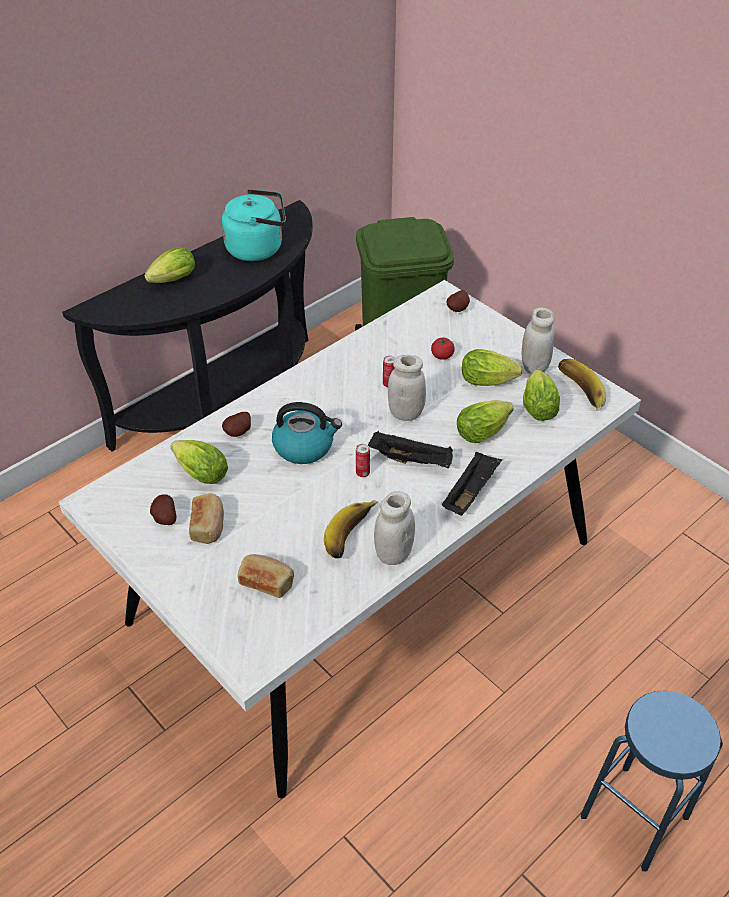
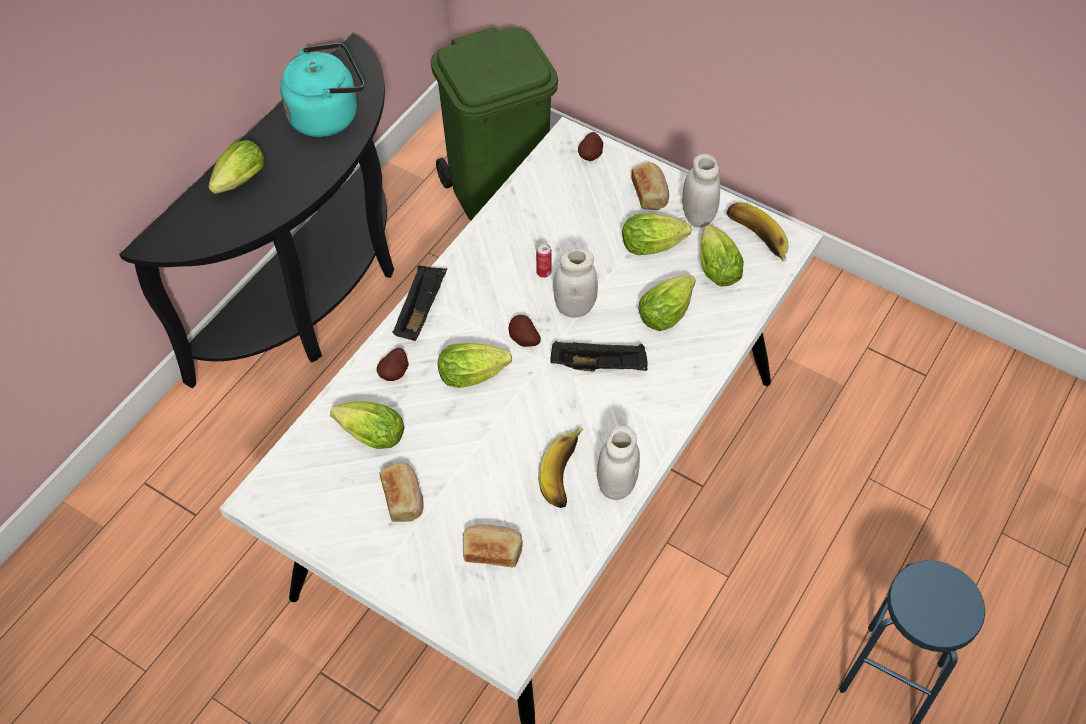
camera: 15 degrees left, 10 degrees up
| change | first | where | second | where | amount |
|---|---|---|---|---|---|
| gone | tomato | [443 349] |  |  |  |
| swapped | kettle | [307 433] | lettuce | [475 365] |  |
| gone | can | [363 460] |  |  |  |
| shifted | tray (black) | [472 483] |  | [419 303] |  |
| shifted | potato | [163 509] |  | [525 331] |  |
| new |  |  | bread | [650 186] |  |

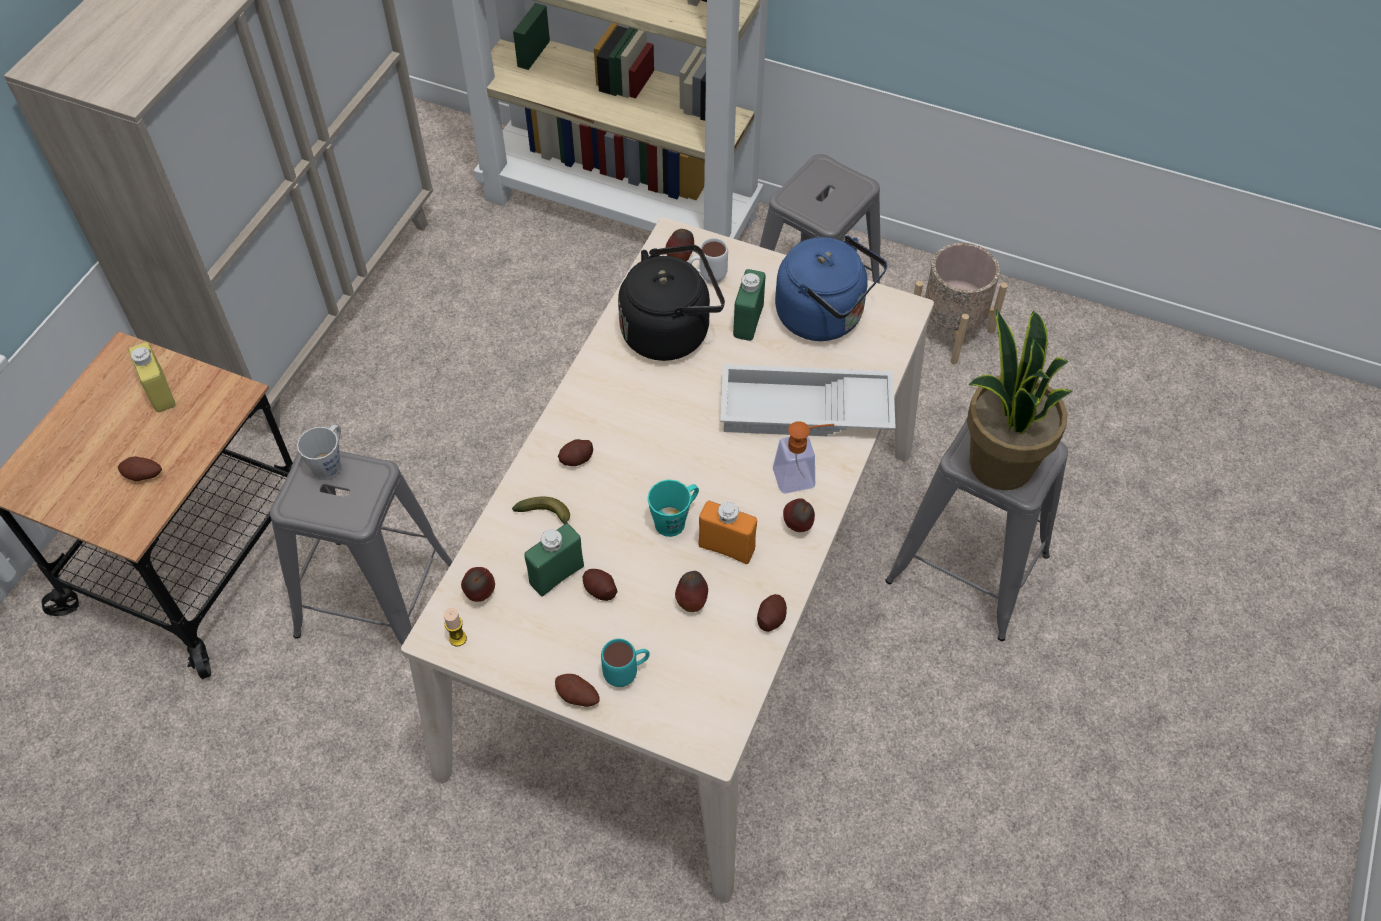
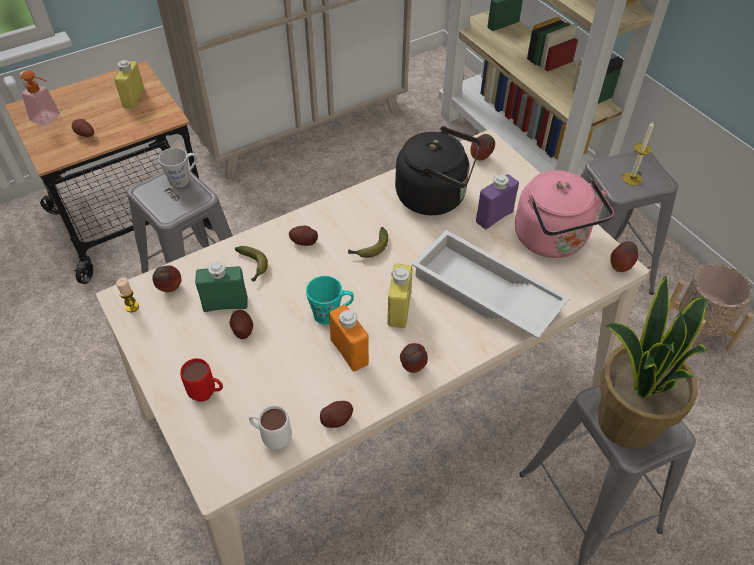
camera: 35 degrees right, 5 degrees down
| change | first | where | second | where | amount |
|---|---|---|---|---|---|
| repainted | kettle (blue) | [831 288] | kettle (pink) | [564 214] |  |
| shifted | mug (white) | [708 261] |  | [270 427] |  |
| repainted | bottle (green) | [749 305] | bottle (purple) | [497 201] |  |
| shifted | soap dispenser | [804 457] |  | [40 98] |  |
| shifted | apple | [691 591] |  | [624 256] |  |
| repainted | mug (turquoise) | [625 663] | mug (red) | [201 380] |  |
| gone | potato | [577 690] |  |  |  |
| new |  |  | candle | [638 154] |  |
| new |  |  | banana | [368 242] |  |
| new |  |  | bottle (yellow) | [400 296] |  |

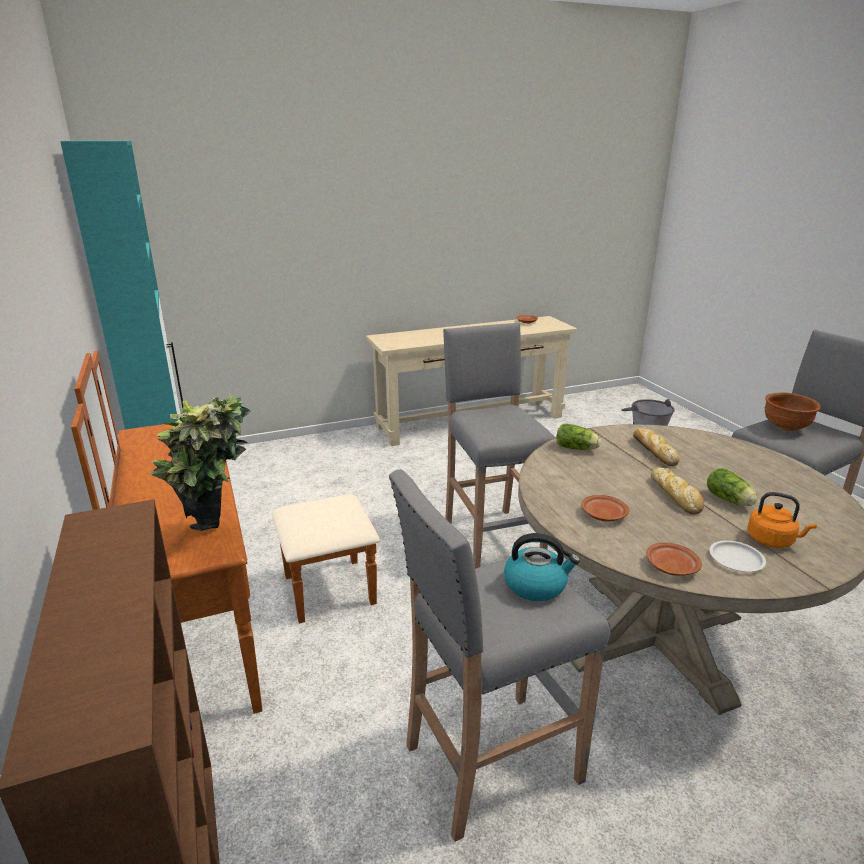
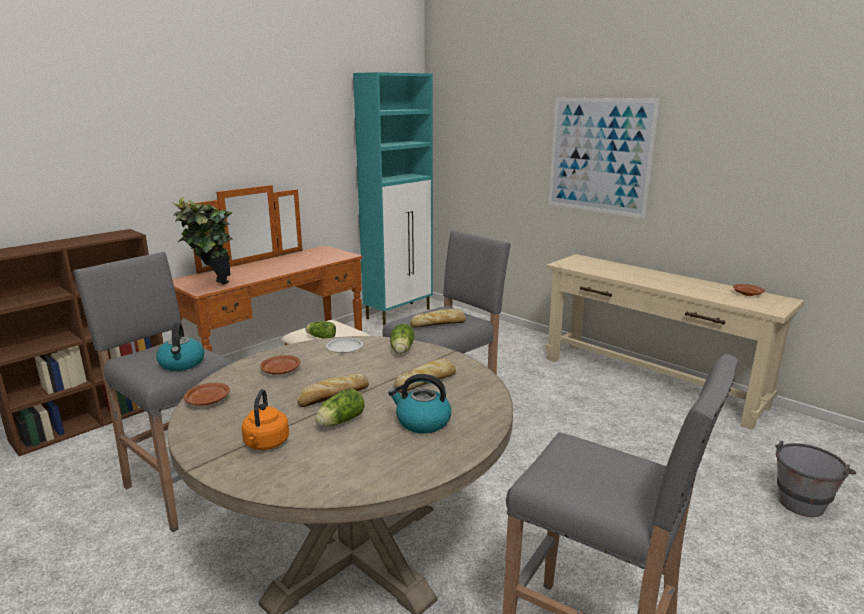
camera: 65 degrees right, 5 degrees down
| change | first | where | second | where | amount |
|---|---|---|---|---|---|
| gone | bowl (brown) | [793 411] |  |  |  |
| shifted | plate (white) | [738 555] |  | [344 345] |  |
| new |  |  | picture | [604 158] |  |
| new |  |  | bread | [438 318] |  |
| new |  |  | lettuce | [320 330] |  |
| new |  |  | kettle | [419 404] |  |

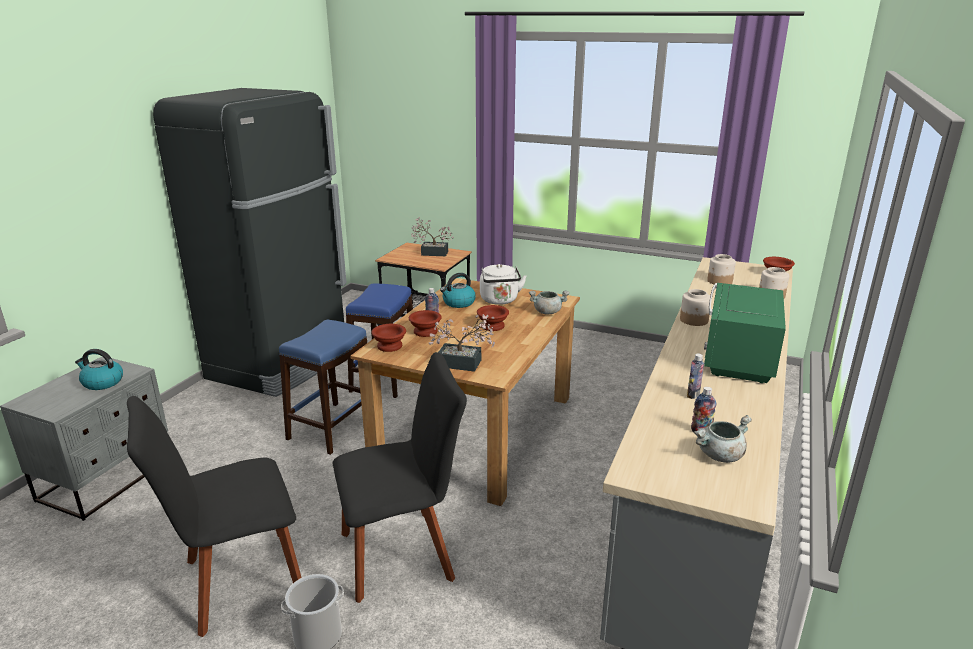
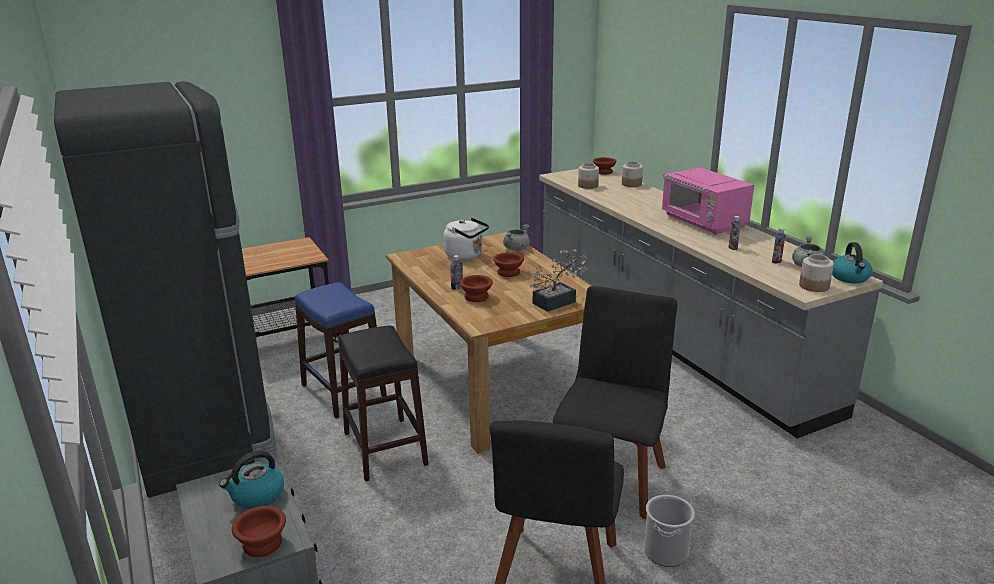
camera: 50 degrees left, 0 degrees up
| change | first | where | second | where | amount |
|---|---|---|---|---|---|
| gone | potted plant | [432 236] |  |  |  |
| shifted | kettle | [458 290] |  | [852 262] |  |
| repainted | microwave (green) | [745 333] | microwave (pink) | [708 201] |  |
| shifted | jar | [696 307] |  | [816 273] |  |
| repainted | stool (blue) | [323 387] | stool (black) | [383 404] |  |
| shifted | bowl (brown) | [389 338] |  | [259 531] |  |

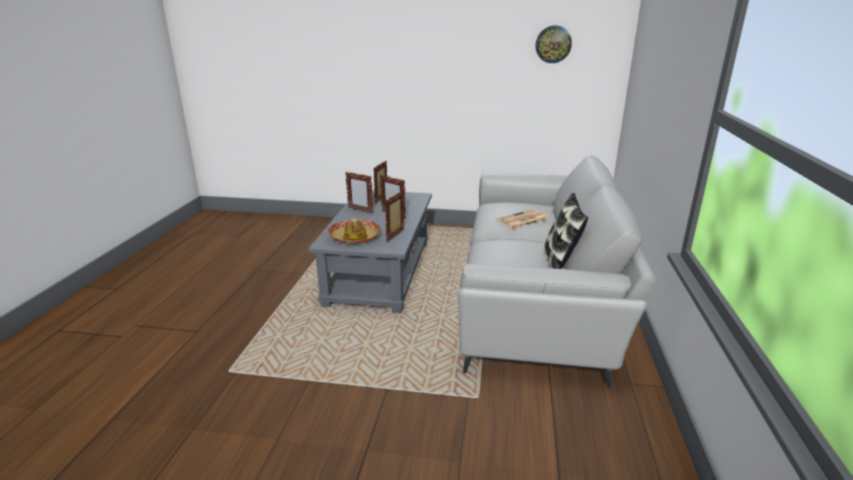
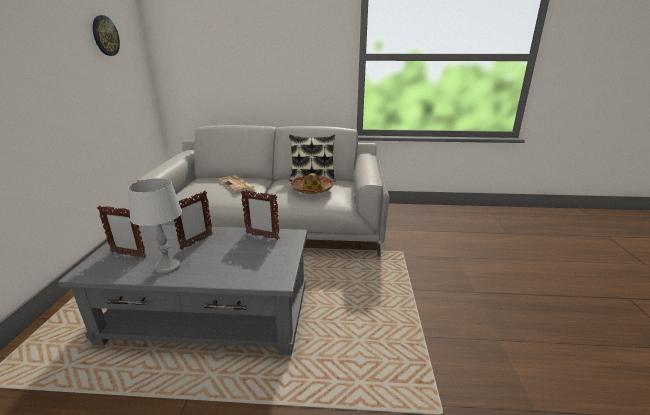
camera: 95 degrees left, 0 degrees up
| change | first | where | second | where | amount |
|---|---|---|---|---|---|
| swapped | picture frame | [359 193] | table lamp (grey) | [155 226] |  |
| shifted | hat | [354 231] |  | [312 183] |  |

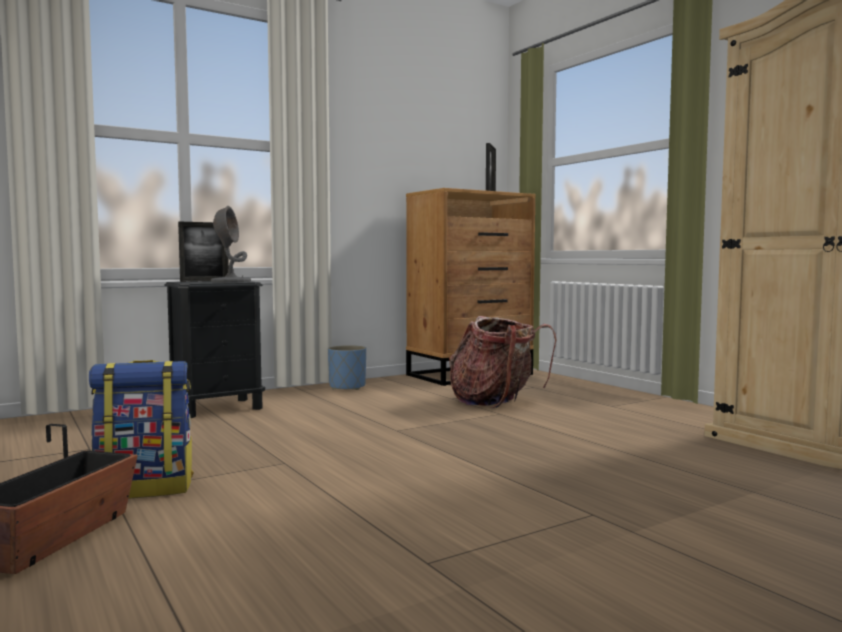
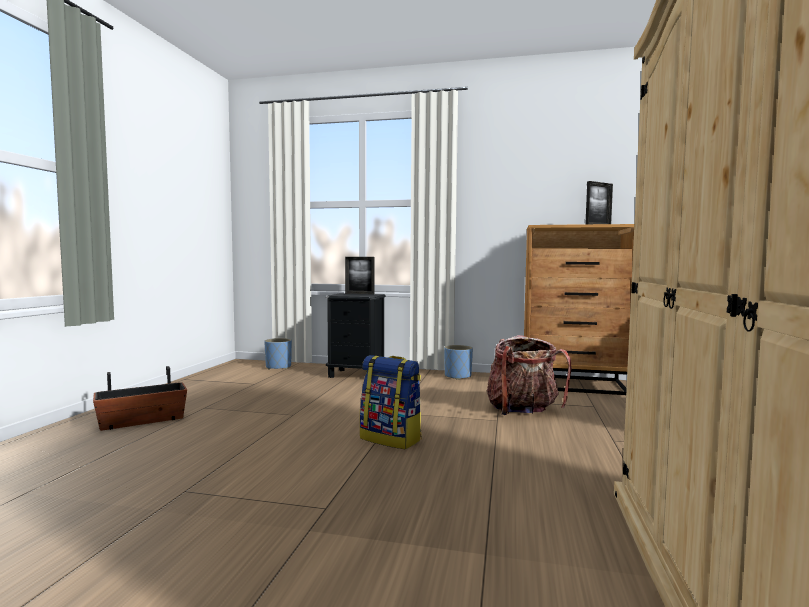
camera: 45 degrees right, 0 degrees up
| change | first | where | second | where | amount |
|---|---|---|---|---|---|
| gone | table lamp (grey) | [231 244] |  |  |  |
| shifted | backpack | [141 429] |  | [391 402] |  |
| new |  |  | planter (blue) | [278 354] |  |

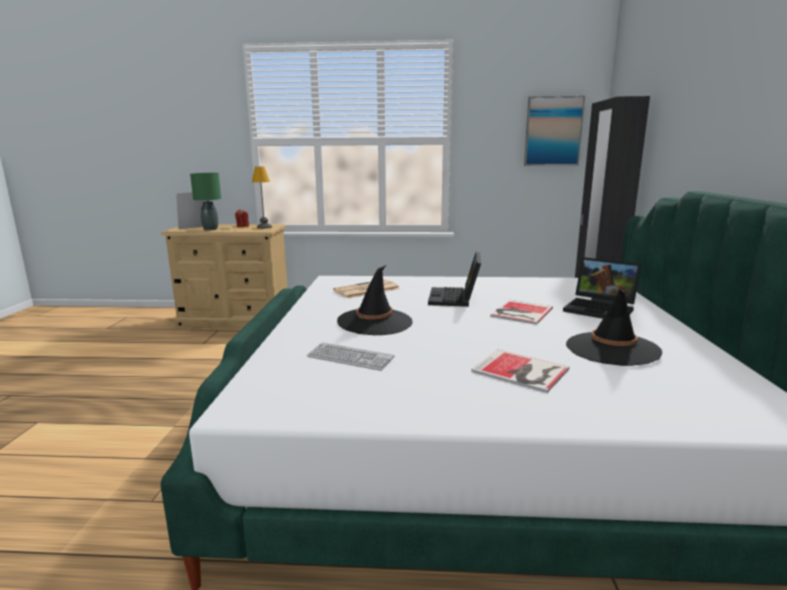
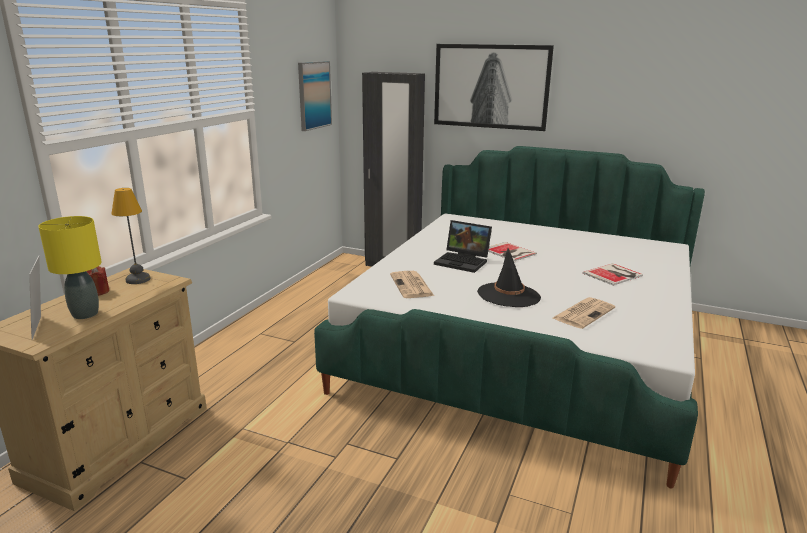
camera: 70 degrees left, 5 degrees up
| change | first | where | second | where | amount |
|---|---|---|---|---|---|
| repainted | table lamp (green) | [205 201] | table lamp (yellow) | [70 267] |  |
| gone | laptop | [602 288] |  |  |  |
| gone | hat (black) | [614 328] |  |  |  |
| swapped | keyboard | [350 356] | newspaper | [584 313] |  |
| new |  |  | picture | [494 87] |  |

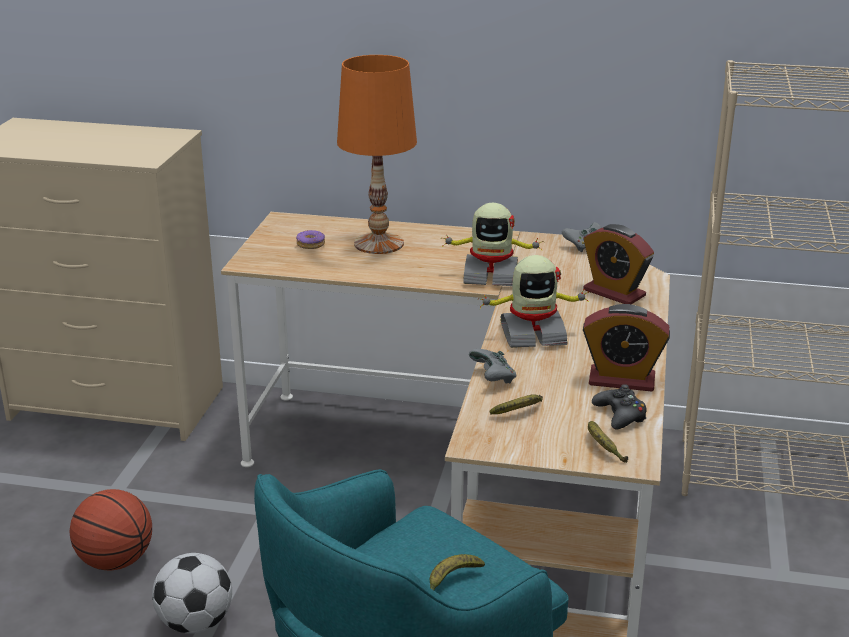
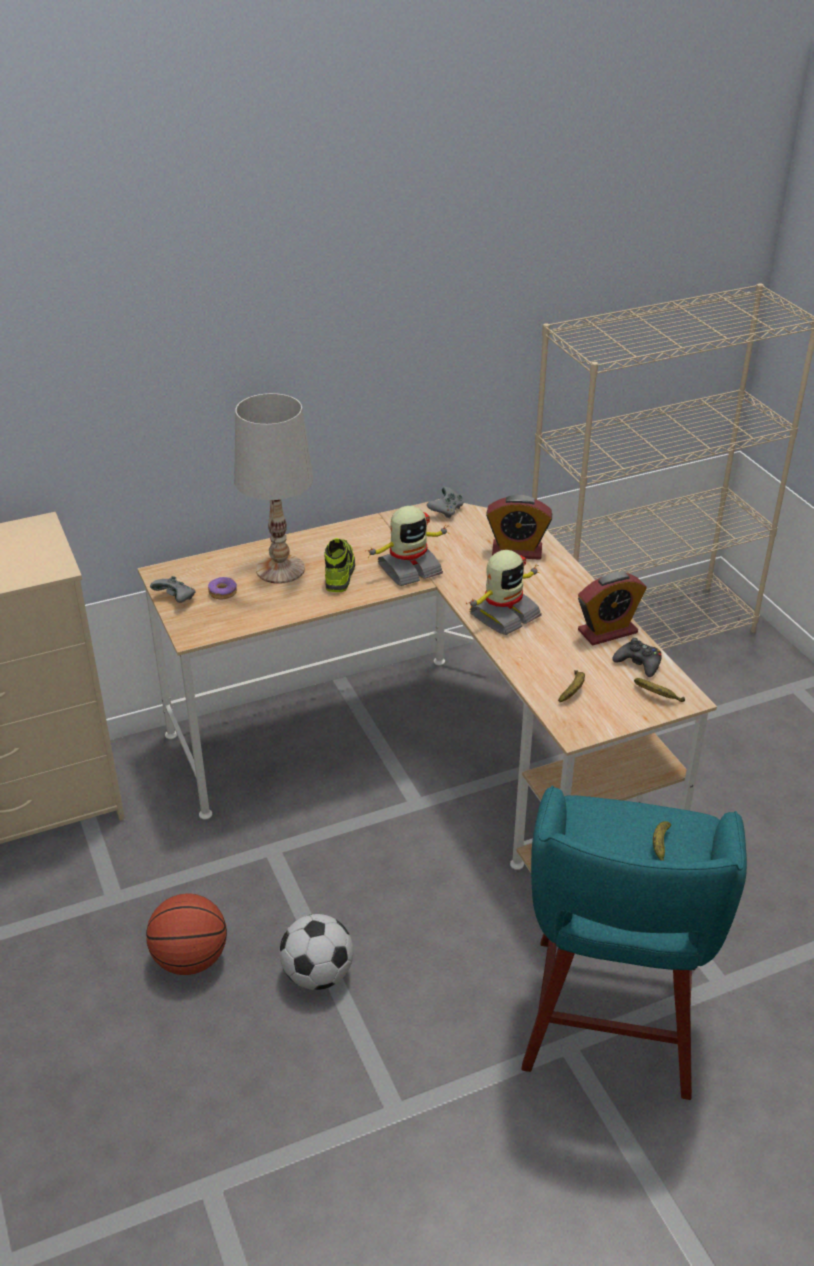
camera: 35 degrees left, 10 degrees up
| change | first | where | second | where | amount |
|---|---|---|---|---|---|
| repainted | table lamp (orange) | [377 154] | table lamp (white) | [273 488] |  |
| shifted | game controller (grey) | [492 366] |  | [173 589] |  |
| new |  |  | shoe | [339 565] |  |

